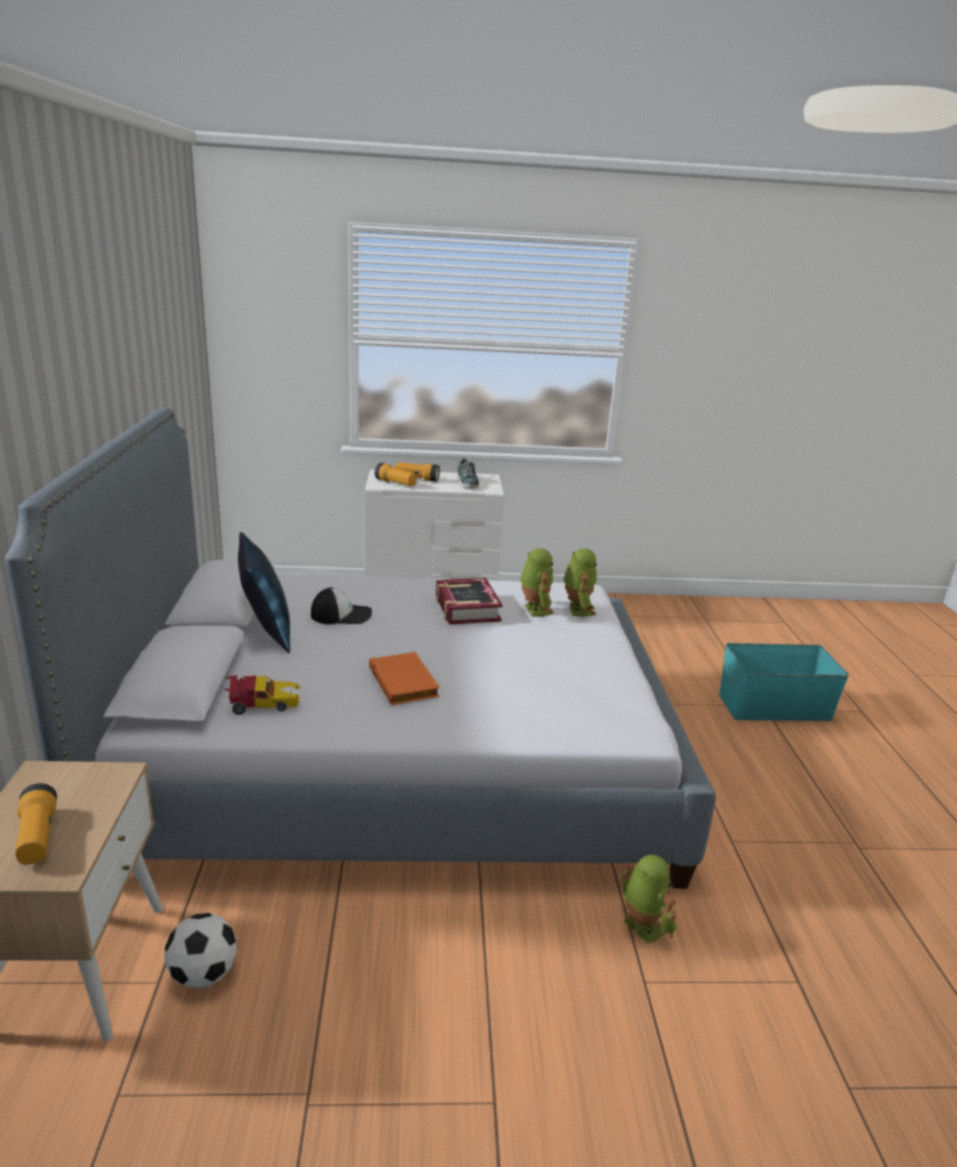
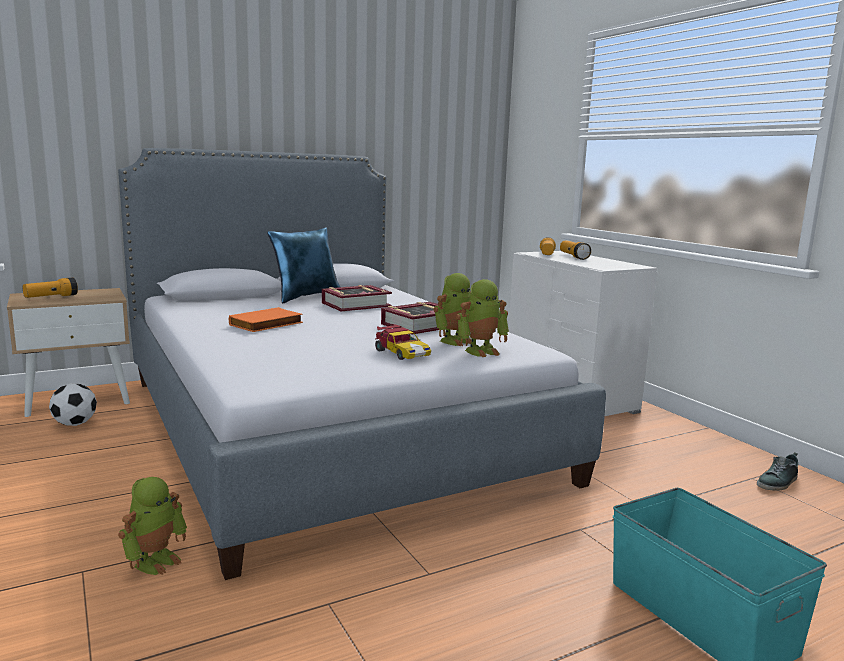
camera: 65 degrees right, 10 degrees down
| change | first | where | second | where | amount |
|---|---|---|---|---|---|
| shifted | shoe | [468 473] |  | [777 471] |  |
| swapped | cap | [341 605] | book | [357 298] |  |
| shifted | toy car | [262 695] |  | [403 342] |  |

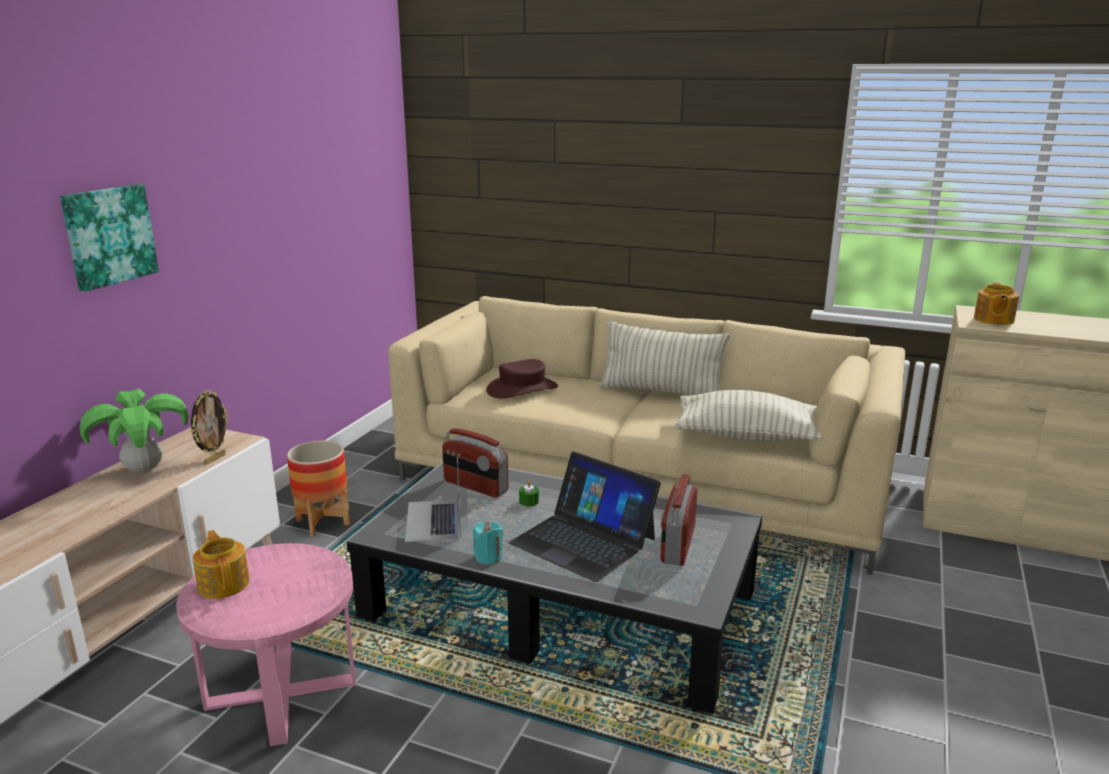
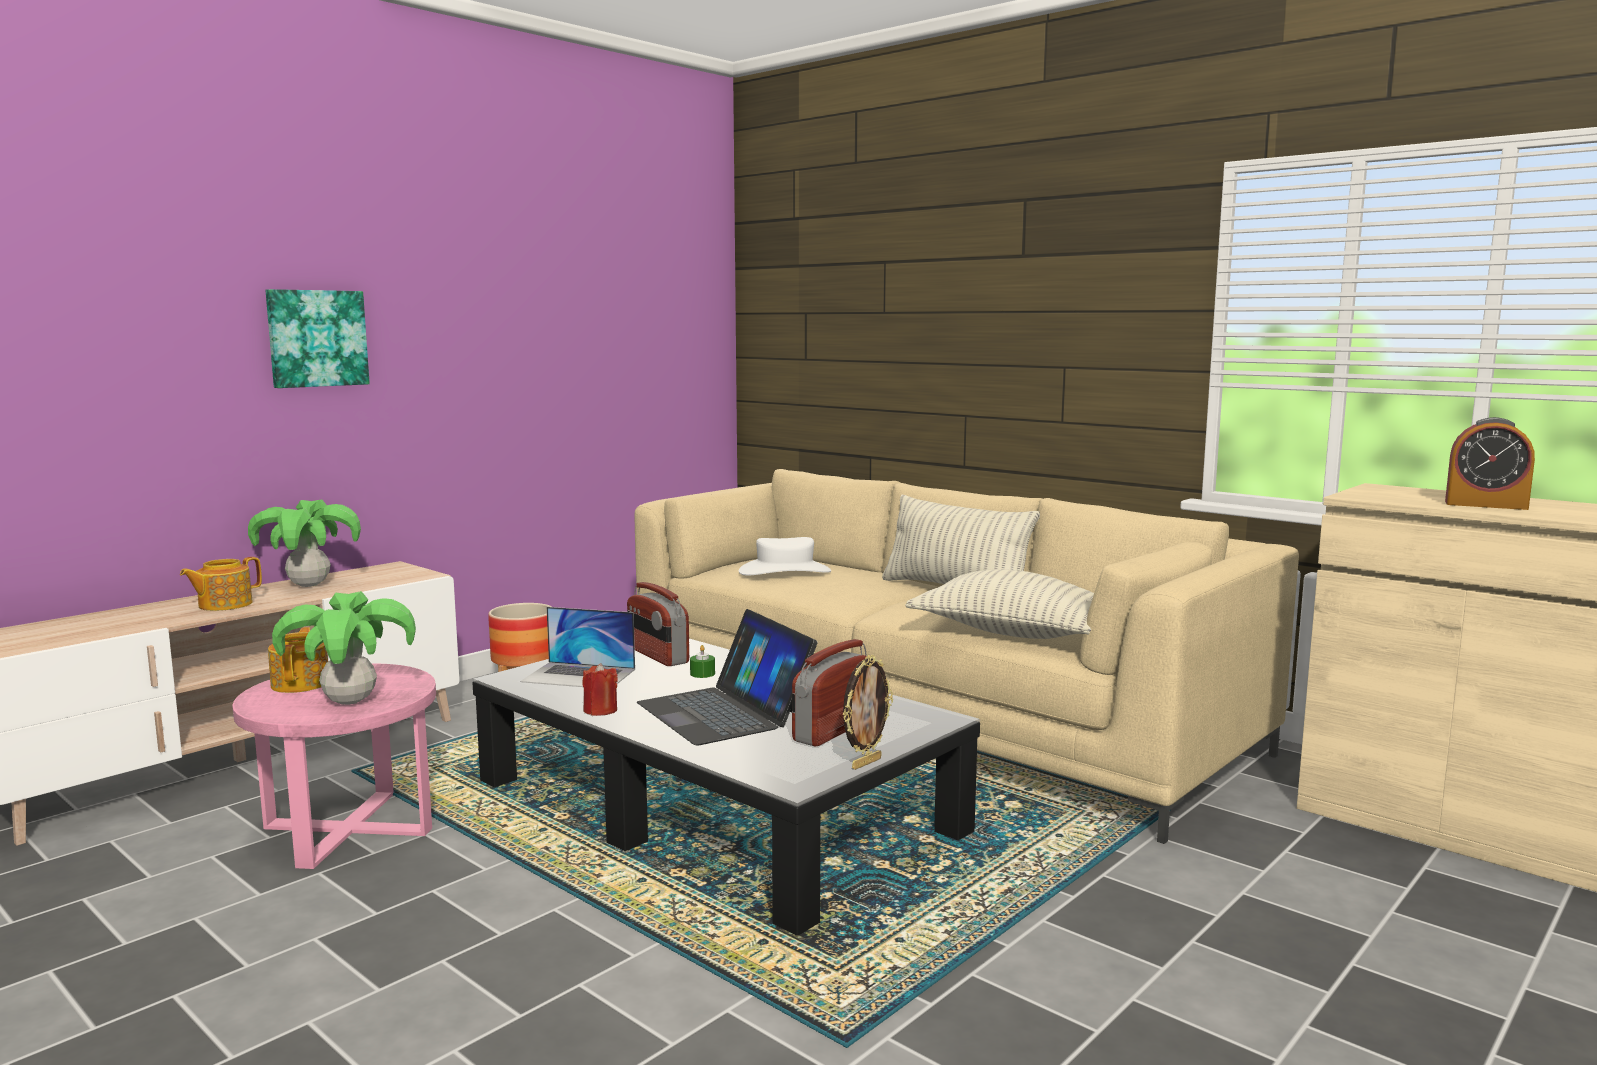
camera: 20 degrees right, 10 degrees down
| change | first | where | second | where | amount |
|---|---|---|---|---|---|
| shifted | teapot | [996 303] |  | [221 584] |  |
| repainted | hat (brown) | [522 378] | hat (white) | [785 556] |  |
| shifted | picture frame | [210 427] |  | [868 712] |  |
| rotated | laptop | [433 499] |  | [577 647] | 90 degrees counterclockwise |
| repainted | candle (turquoise) | [488 543] | candle (red) | [600 689] |  |
| new |  |  | alarm clock | [1490 463] |  |
| new |  |  | potted plant | [344 648] |  |

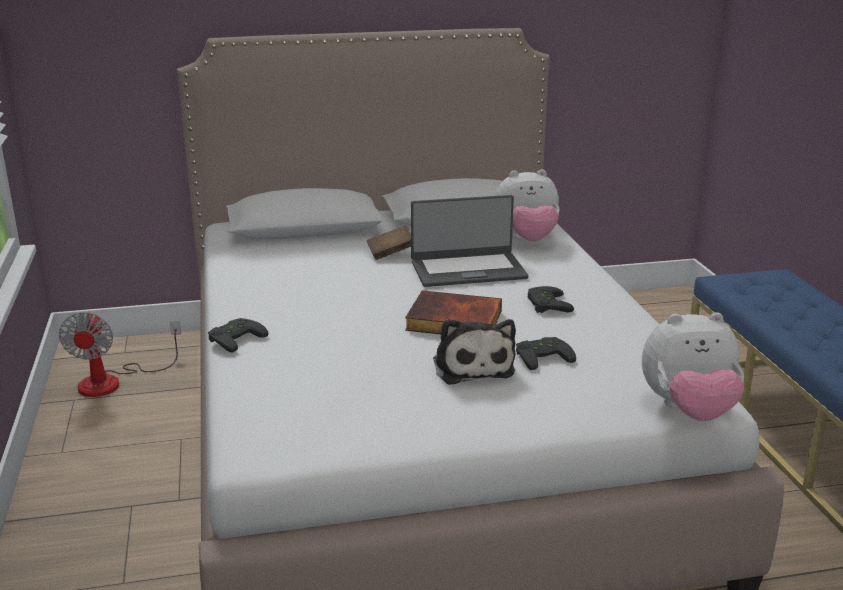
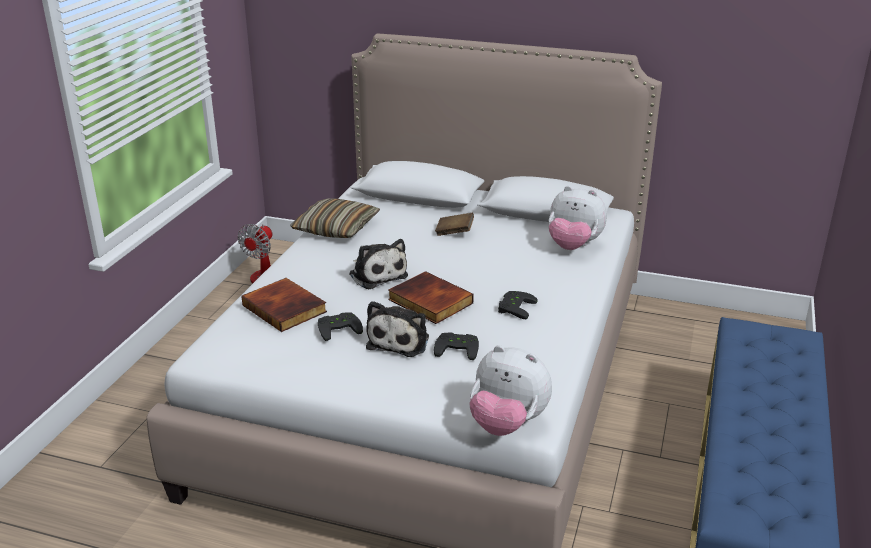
camera: 30 degrees right, 5 degrees up
| change | first | where | second | where | amount |
|---|---|---|---|---|---|
| gone | laptop | [470 241] |  |  |  |
| shifted | game controller (black) | [238 335] |  | [340 326] |  |
| new |  |  | pillow | [335 218] |  |
| new |  |  | plush toy | [378 264] |  |
| new |  |  | book | [284 305] |  |

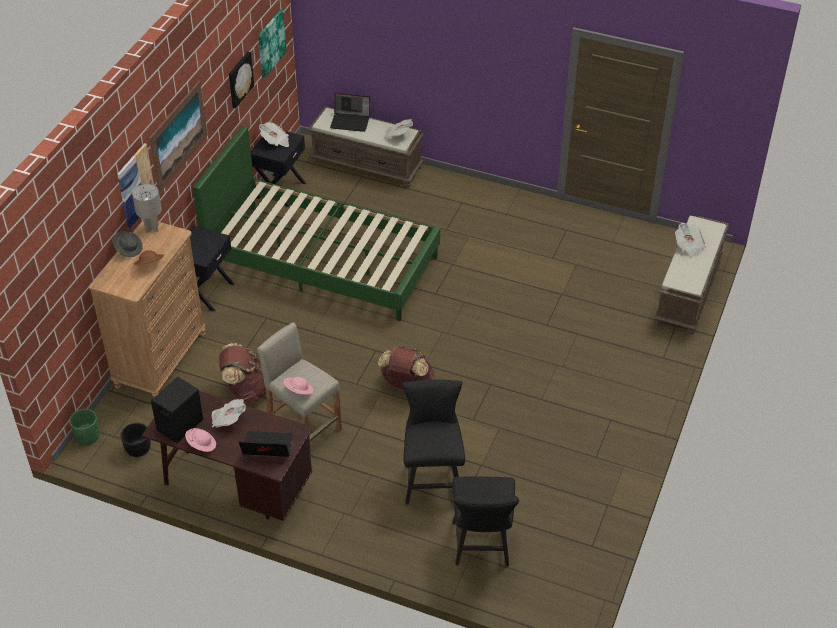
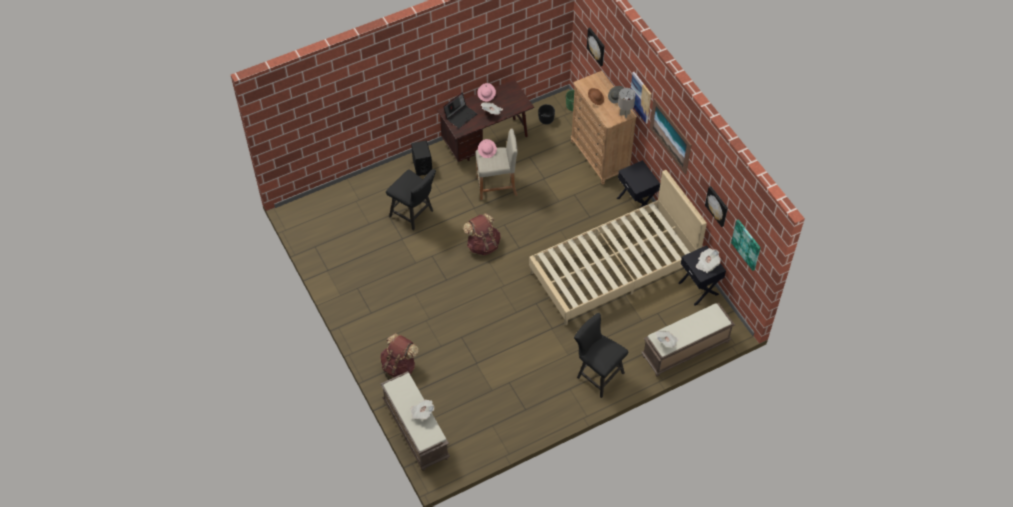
camera: 130 degrees right, 10 degrees up
| change | first | where | second | where | amount |
|---|---|---|---|---|---|
| gone | laptop | [350 112] |  |  |  |
| repainted | bed (green) | [316 223] | bed (beige) | [618 247] |  |
| shifted | backpack (brown) | [242 372] |  | [399 355] |  |
| shifted | speaker (black) | [177 410] |  | [421 158] |  |
| shifted | chair (black) | [485 521] |  | [601 355] |  |
| new |  |  | picture | [596 47] |  |

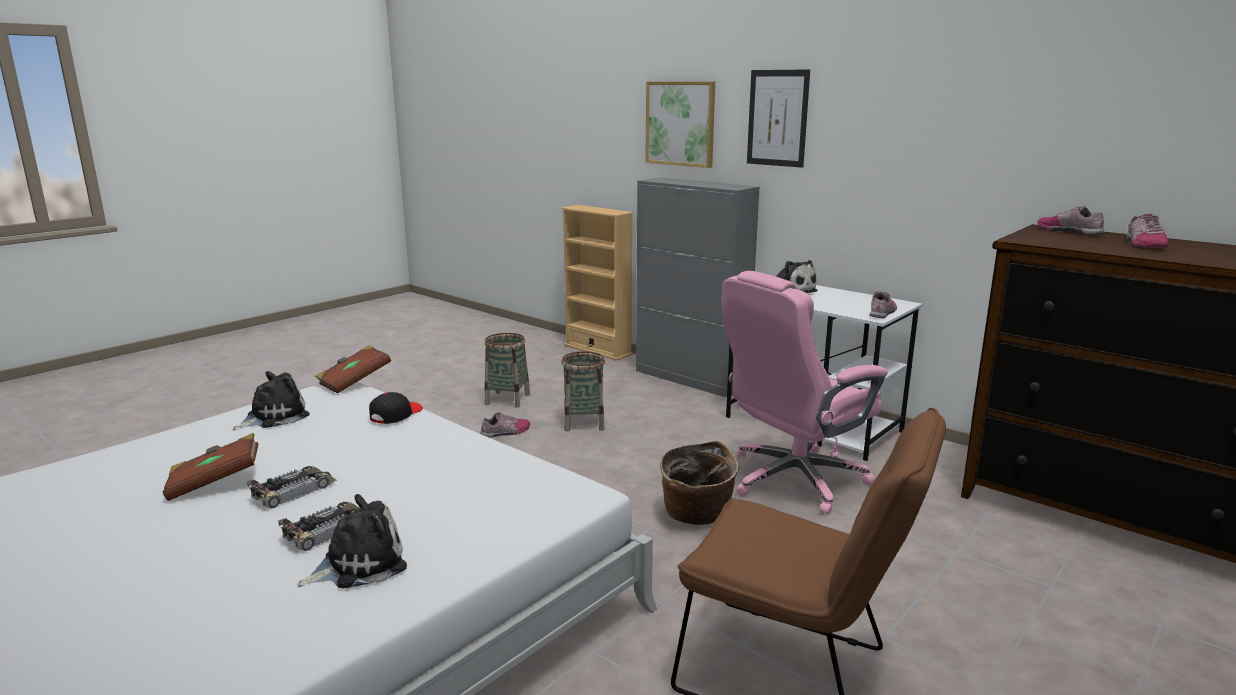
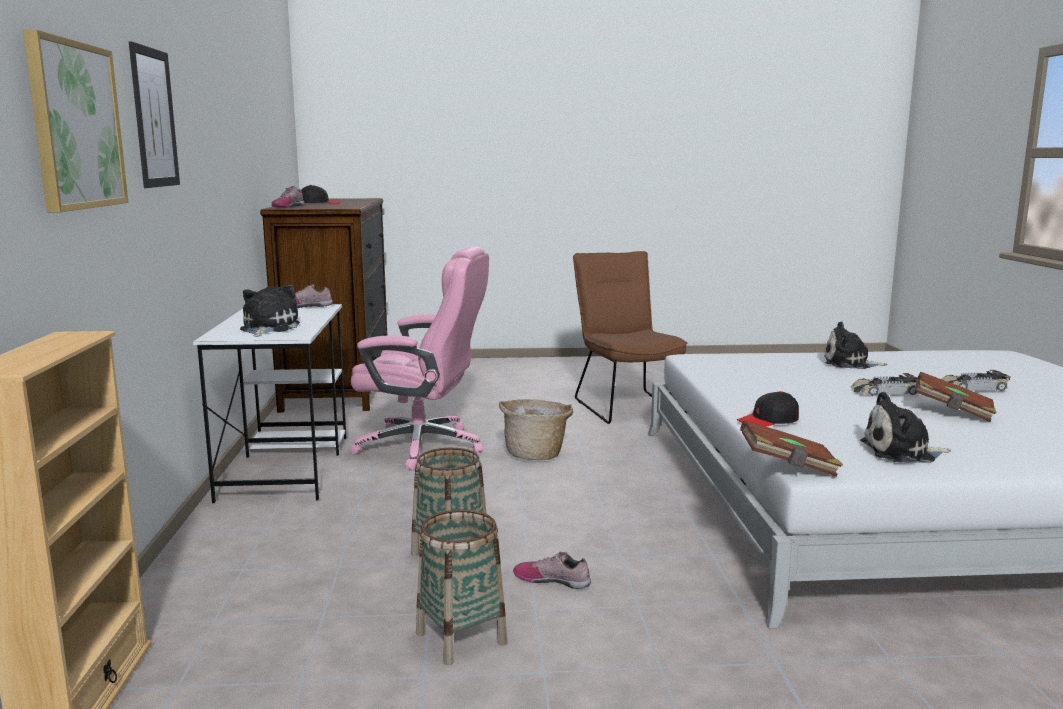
camera: 135 degrees left, 5 degrees down
| change | first | where | second | where | amount |
|---|---|---|---|---|---|
| gone | cabinet (grey) | [698 287] |  |  |  |
| swapped | shoe | [1148 231] | cap (black) | [320 194] |  |
| shifted | toy car | [319 526] |  | [976 380] |  |

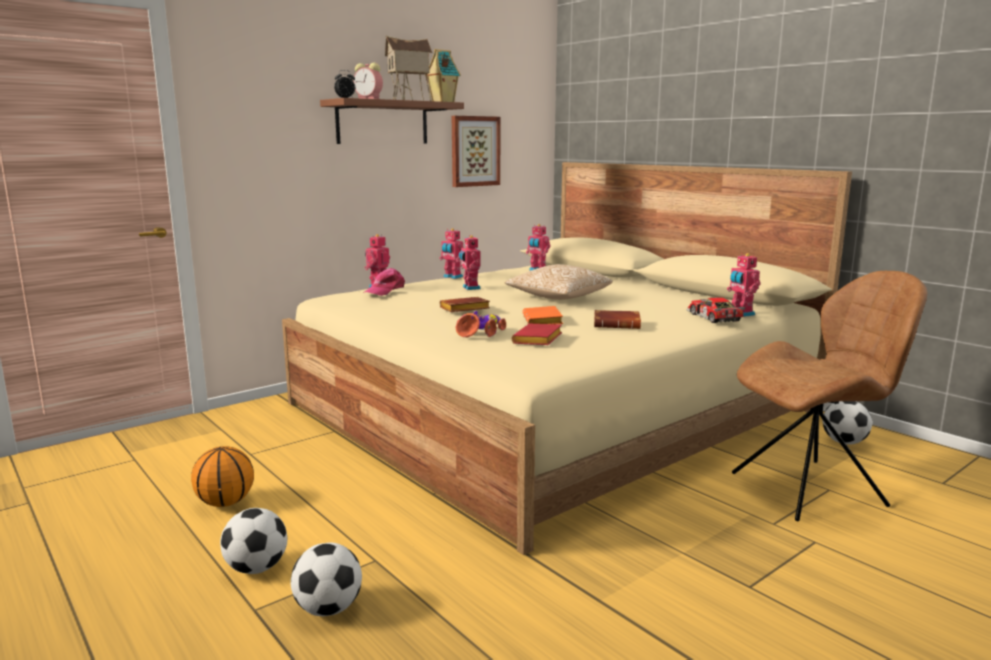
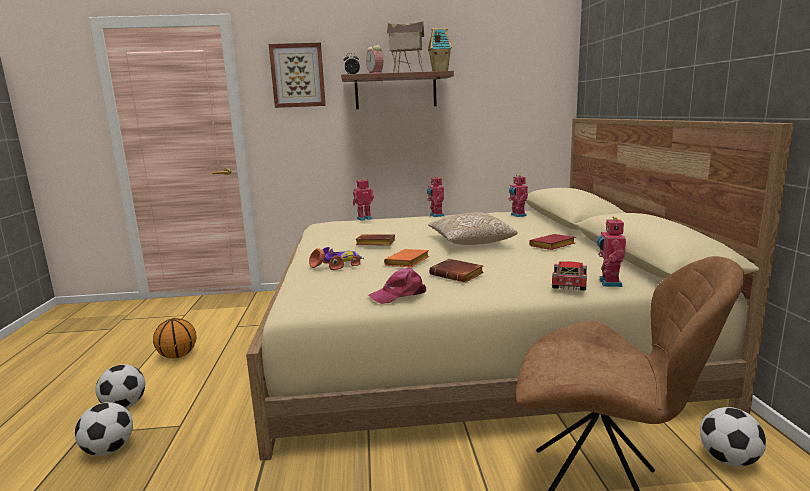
camera: 35 degrees right, 0 degrees up
| change | first | where | second | where | amount |
|---|---|---|---|---|---|
| shifted | picture | [476 151] |  | [297 75] |  |
| gone | toy robot | [470 262] |  |  |  |
| shifted | cap (pink) | [384 282] |  | [397 285] |  |
| shifted | book (red) | [537 334] |  | [552 242] |  |

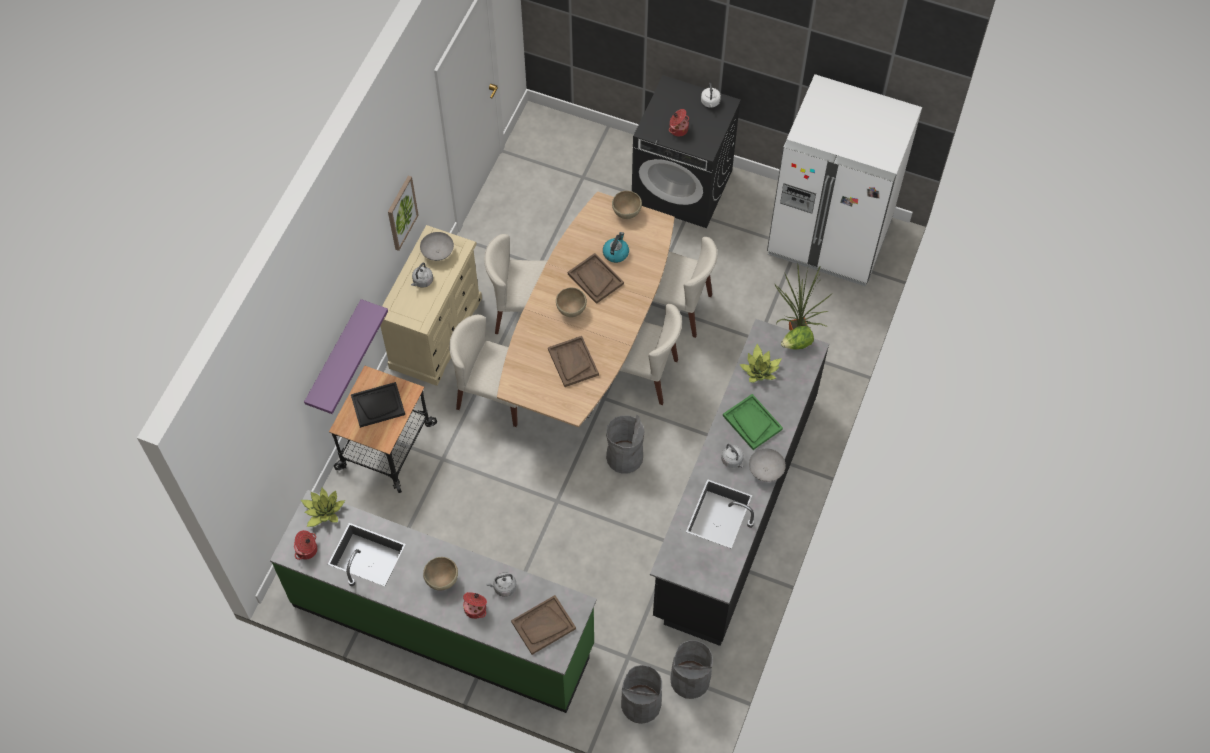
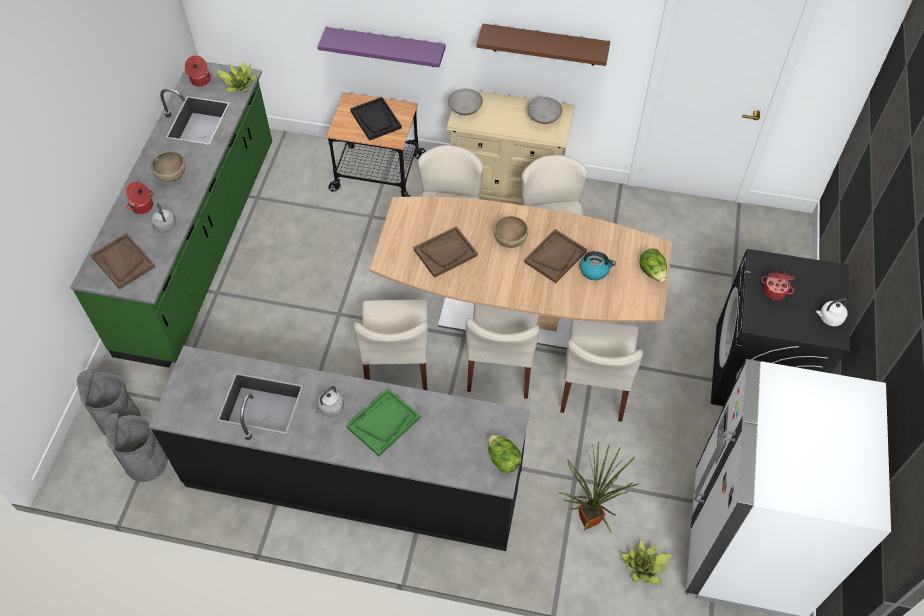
camera: 80 degrees right, 5 degrees down
| change | first | where | second | where | amount |
|---|---|---|---|---|---|
| swapped | picture | [403 213] | shelf (brown) | [543 45] |  |
| swapped | bowl (brown) | [627 205] | lettuce | [653 265] |  |
| gone | kettle (grey) | [422 275] |  |  |  |
| shifted | potted plant | [761 363] |  | [646 562] |  |
| swapped | trash can (grey) | [625 444] | chair (beige) | [391 345] |  |
| shifted | bowl (grey) | [767 465] |  | [465 102] |  |

